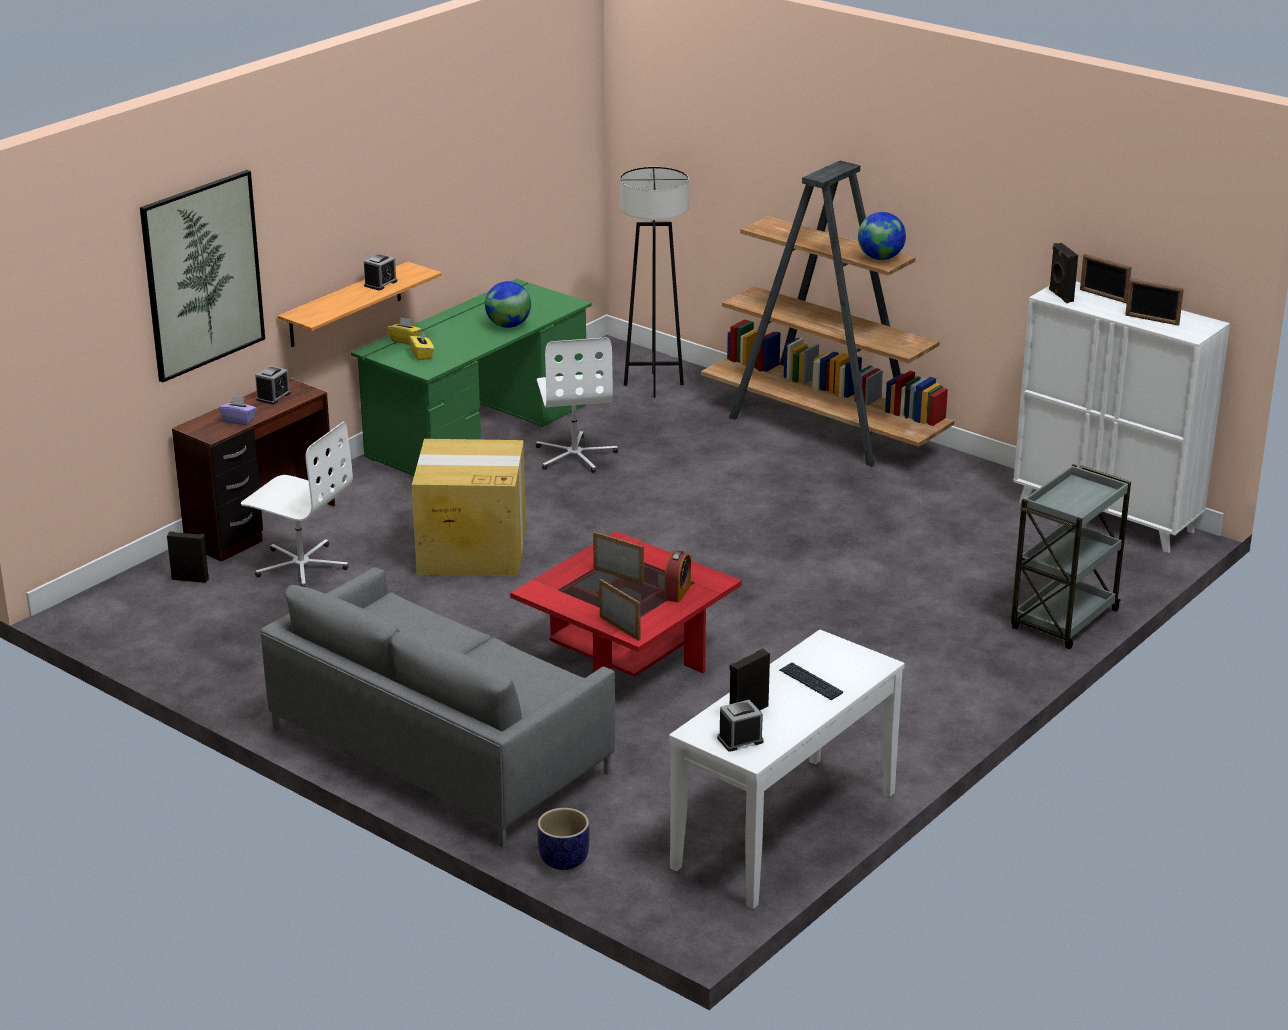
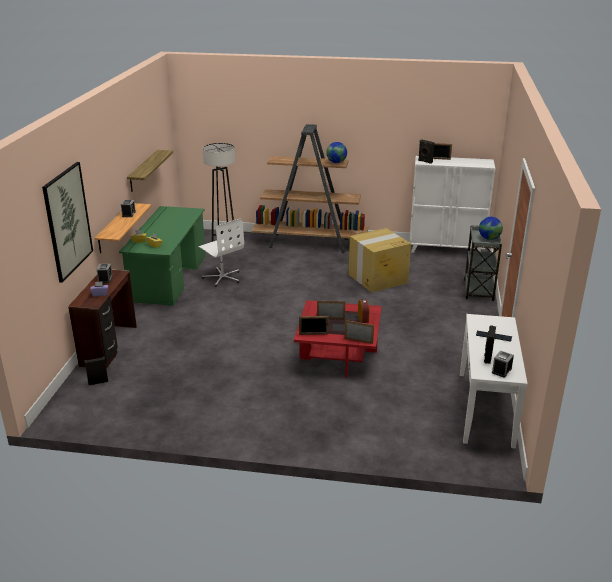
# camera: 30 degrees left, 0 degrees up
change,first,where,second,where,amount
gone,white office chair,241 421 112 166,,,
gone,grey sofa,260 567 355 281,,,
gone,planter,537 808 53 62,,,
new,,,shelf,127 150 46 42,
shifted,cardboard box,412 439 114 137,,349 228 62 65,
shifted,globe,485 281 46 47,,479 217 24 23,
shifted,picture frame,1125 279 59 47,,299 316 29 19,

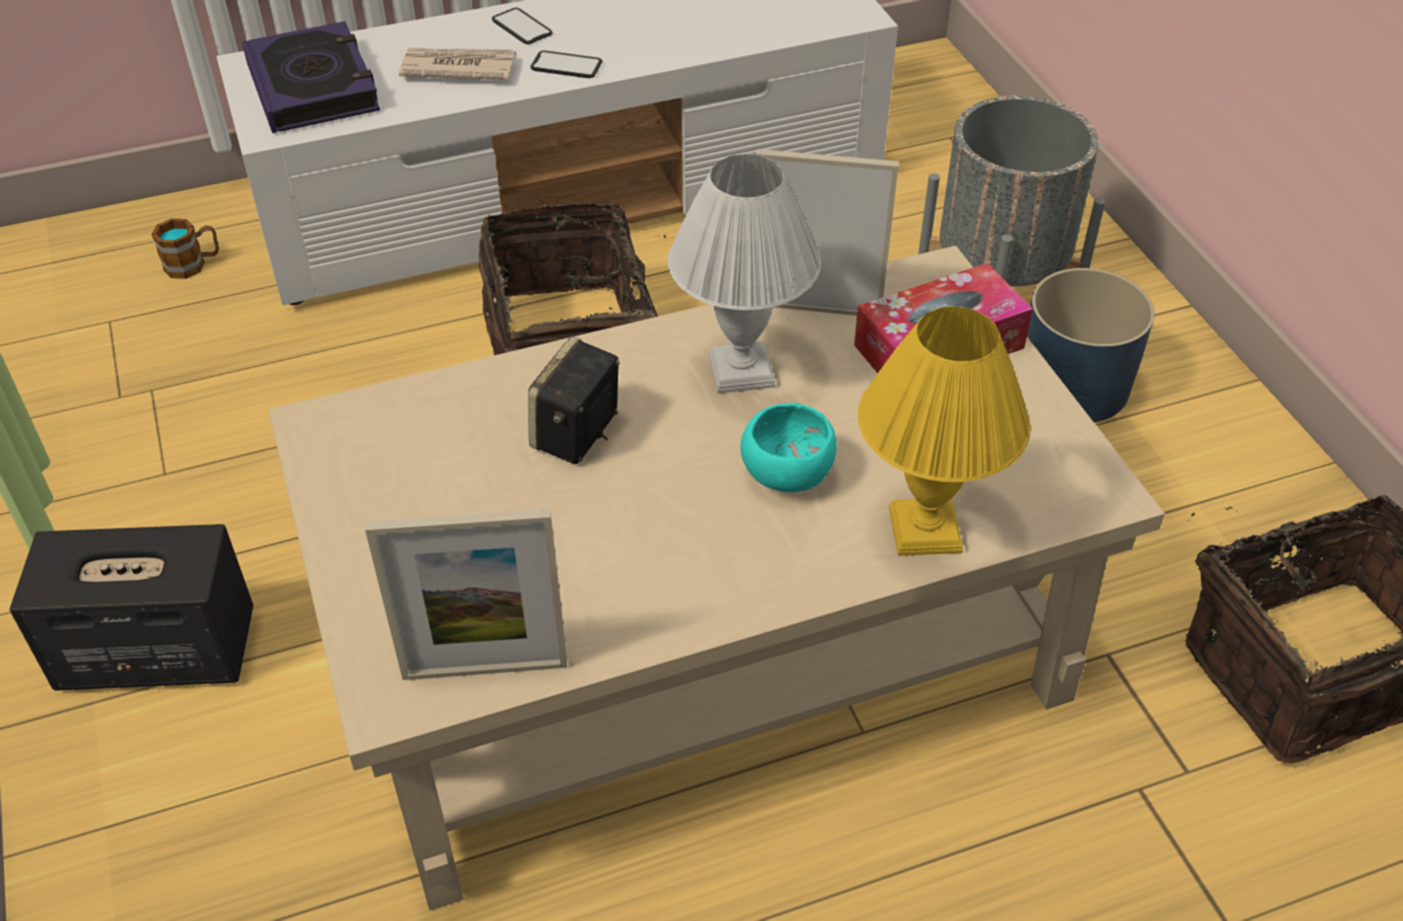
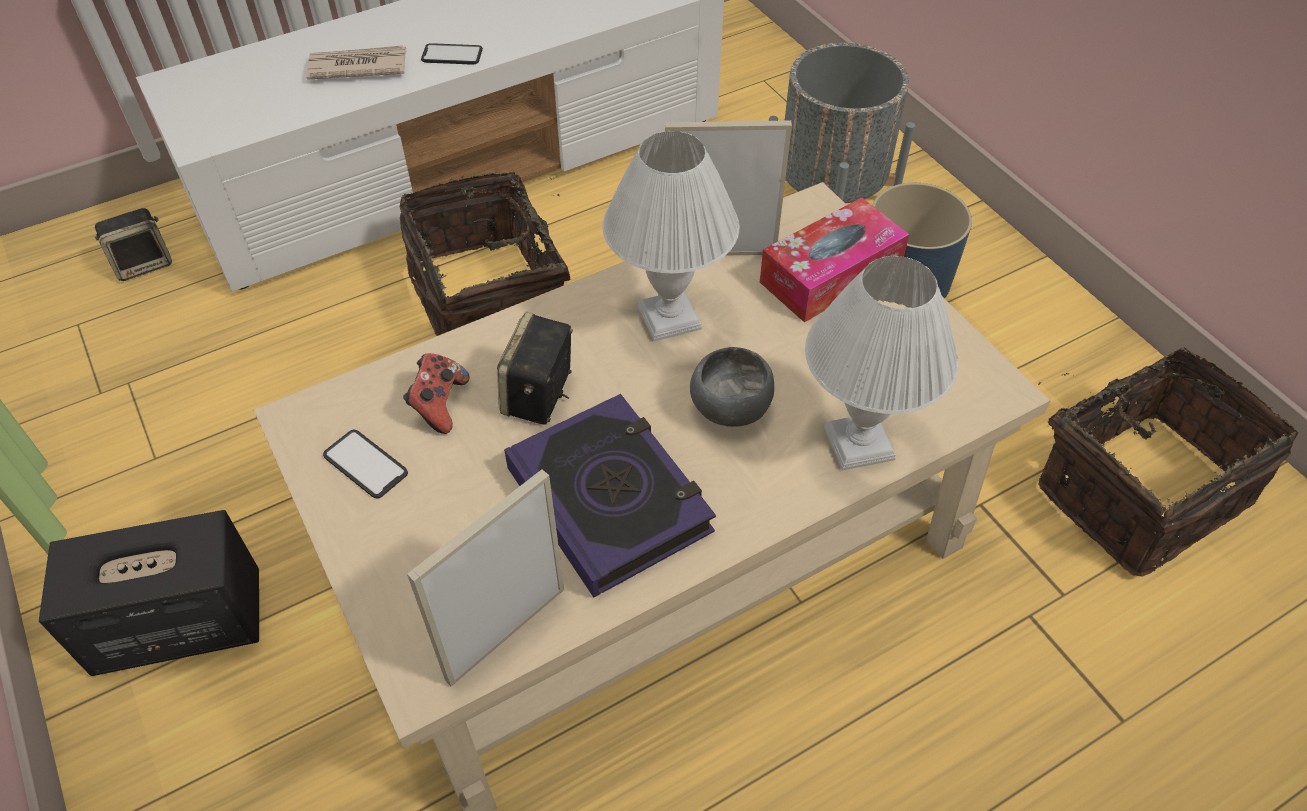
# camera: 10 degrees left, 5 degrees up
change,first,where,second,where,amount
new,,,game controller,403 353 66 81,
shifted,book,242 21 138 112,,504 394 212 203,
shifted,phone,492 8 60 36,,323 430 85 68,
swapped,mug,152 218 67 61,speaker,95 208 77 73,
repainted,turquoise bowl,740 403 97 89,grey bowl,690 347 84 80,
repainted,yellow table lamp,858 306 173 250,white table lamp,805 256 154 214,
rotated,picture frame,365 509 202 171,,407 469 157 218,150 degrees clockwise

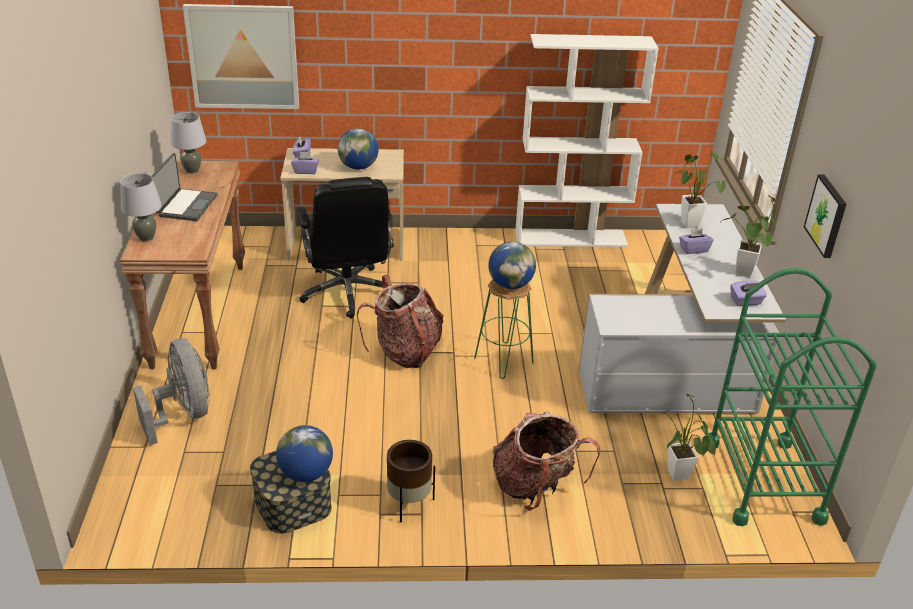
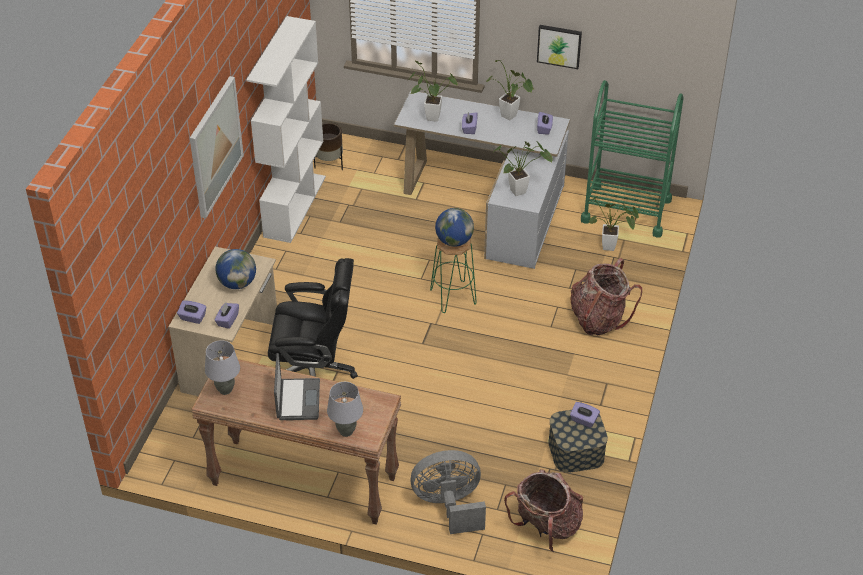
# camera: 70 degrees left, 10 degrees up
change,first,where,second,where,amount
new,,,potted plant,492 141 61 55,
shifted,picture,183 4 116 105,,190 76 54 142,
shifted,backpack,357 275 87 93,,504 470 79 83,
shifted,brown planter,387 440 48 82,,314 122 29 48,
swapped,globe,276 425 57 57,purple tissue box,570 402 30 26,
rotated,laptop,151 153 67 68,,274 353 46 67,60 degrees clockwise

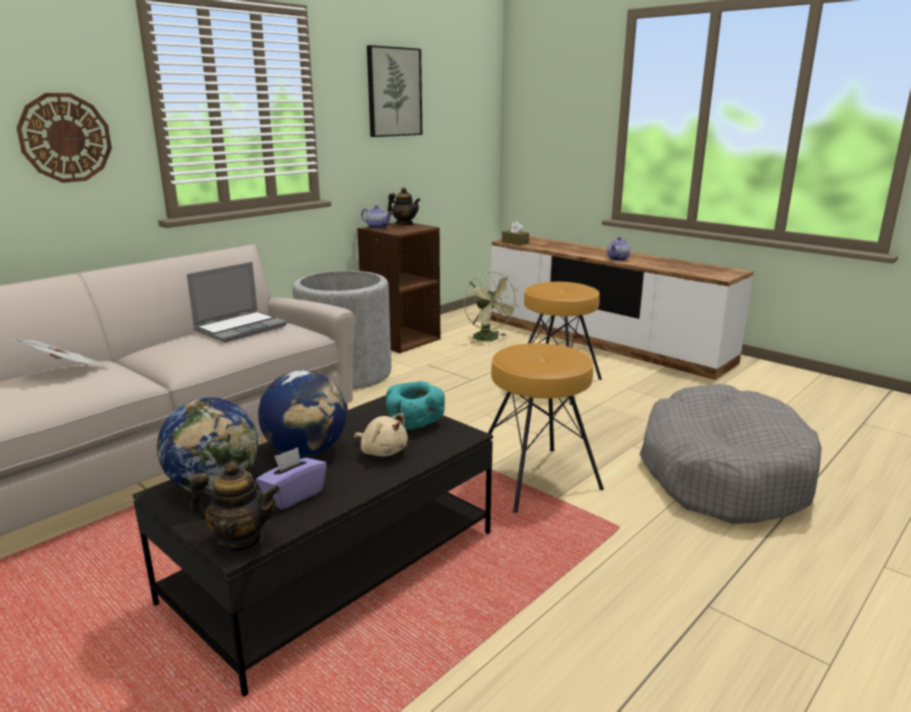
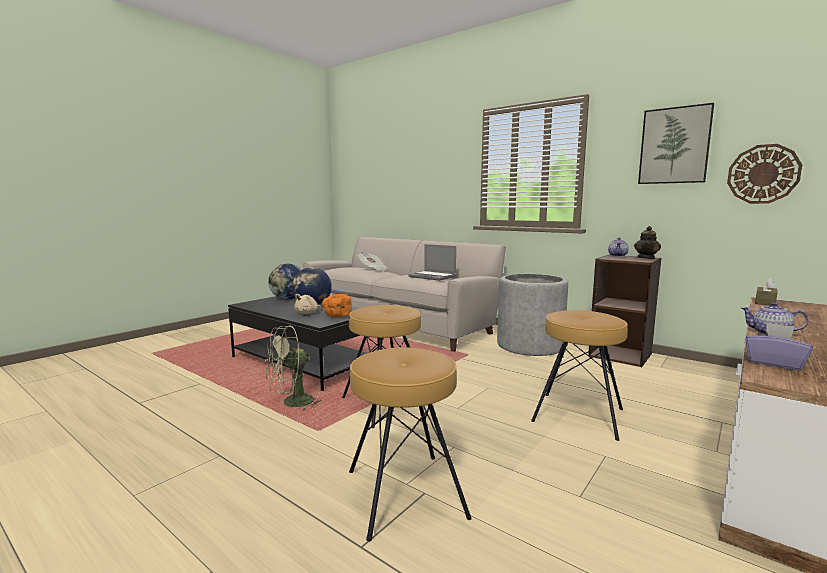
# camera: 85 degrees right, 10 degrees down
change,first,where,second,where,amount
gone,teapot,190 461 91 90,,,
shifted,wall clock,16 93 96 90,,727 144 75 60,
shifted,purple tissue box,256 447 71 63,,745 323 68 48,
shifted,green fan,464 271 56 72,,265 325 58 86,
swapped,grey dog bed,640 384 182 140,brown stool,349 347 123 195,
repainted,turquoise bowl,386 381 59 49,orange bowl,322 294 30 23,

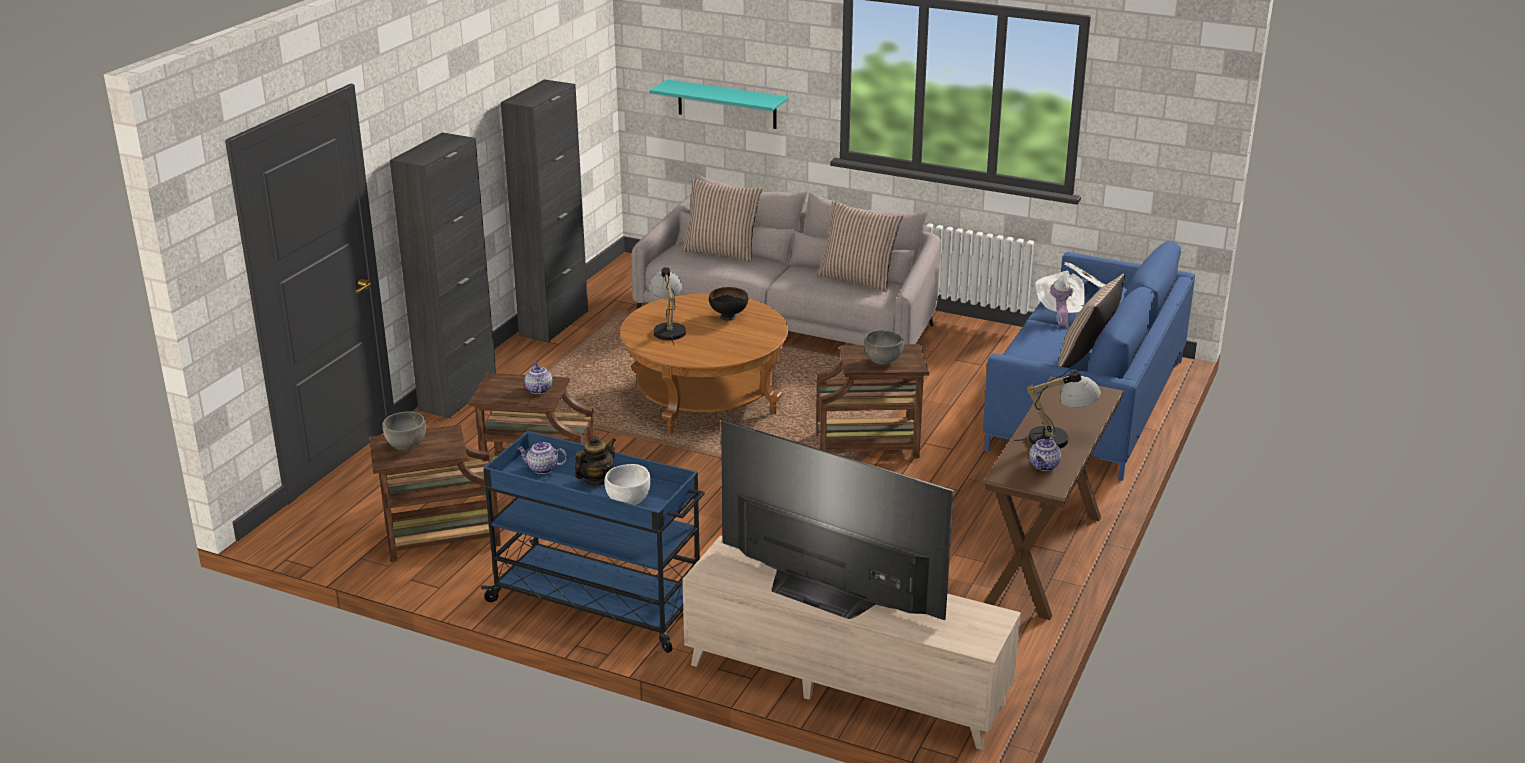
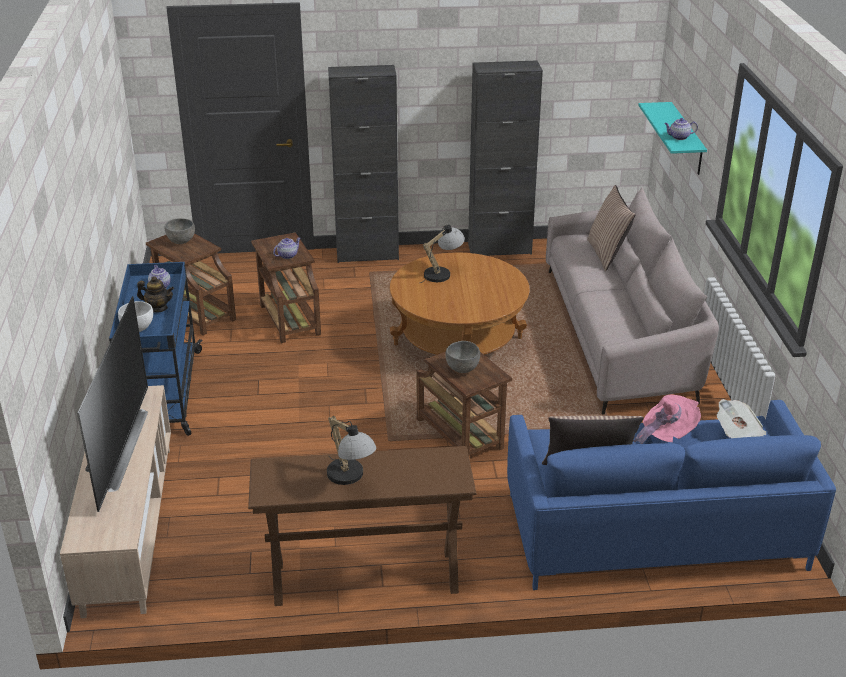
# camera: 60 degrees right, 5 degrees up
change,first,where,second,where,amount
gone,black bowl,709 287 39 34,,,
gone,pillow,817 201 86 91,,,
shifted,teapot,1029 435 32 36,,664 118 34 22,
repainted,white hat,1035 271 50 58,pink hat,634 394 67 50,

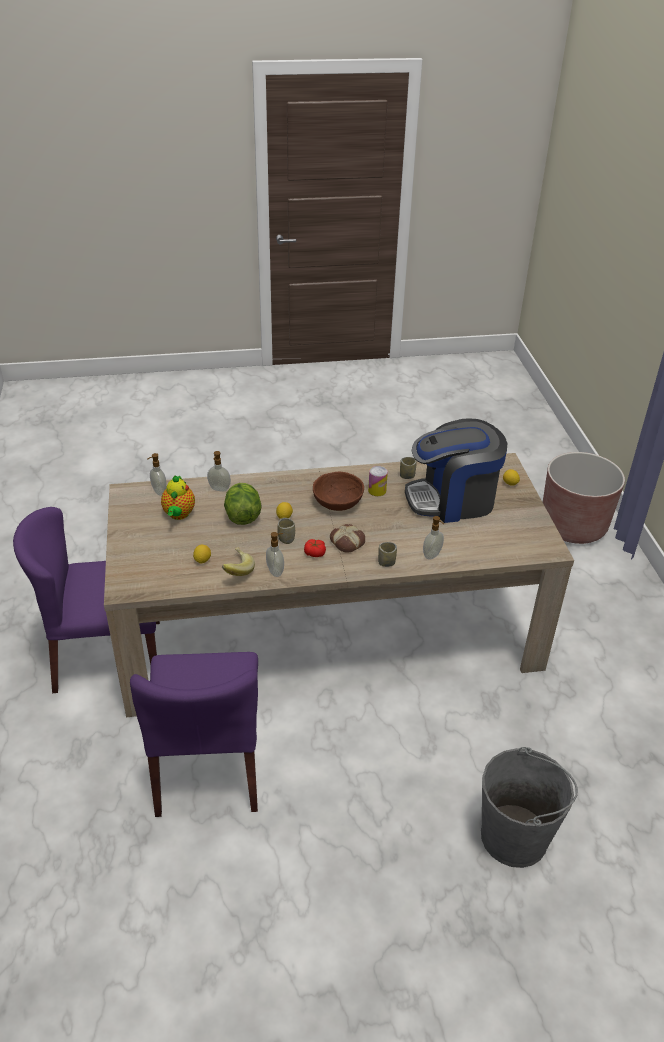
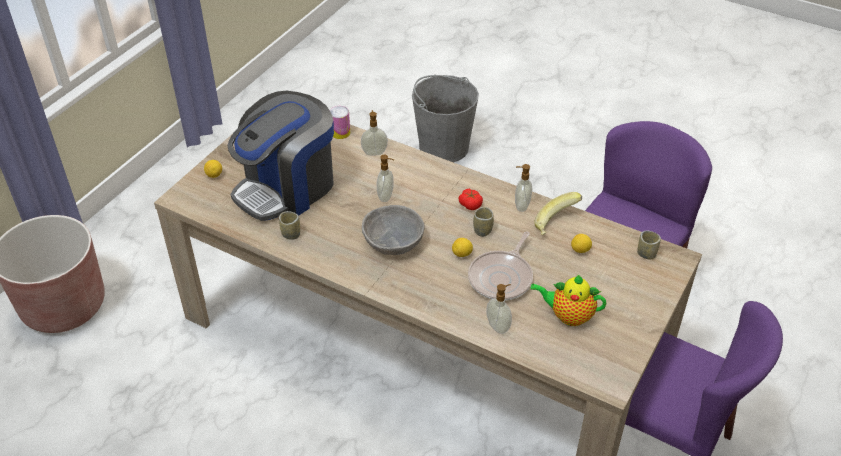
# camera: 140 degrees left, 5 degrees up
change,first,where,second,where,amount
gone,bread,330 524 35 29,,,
shifted,soap dispenser,147 453 20 42,,377 155 17 47,
shifted,can,368 466 20 30,,330 106 20 33,
shifted,cup,378 542 19 25,,637 231 24 28,
swapped,lettuce,224 483 37 42,frying pan,468 231 65 70,
repainted,brown bowl,313 472 51 39,grey bowl,362 205 63 50,
rotated,teapot,161 475 34 45,,531 275 76 51,120 degrees counterclockwise
rotated,coffee machine,405 418 102 105,,227 91 107 130,105 degrees clockwise

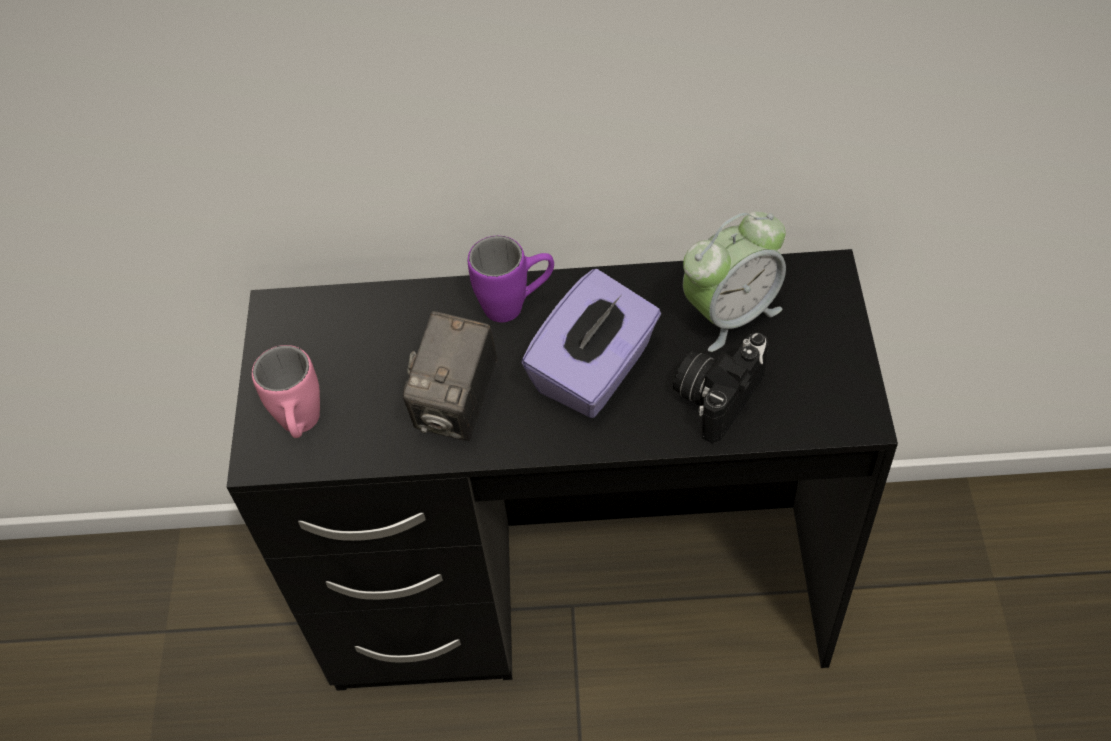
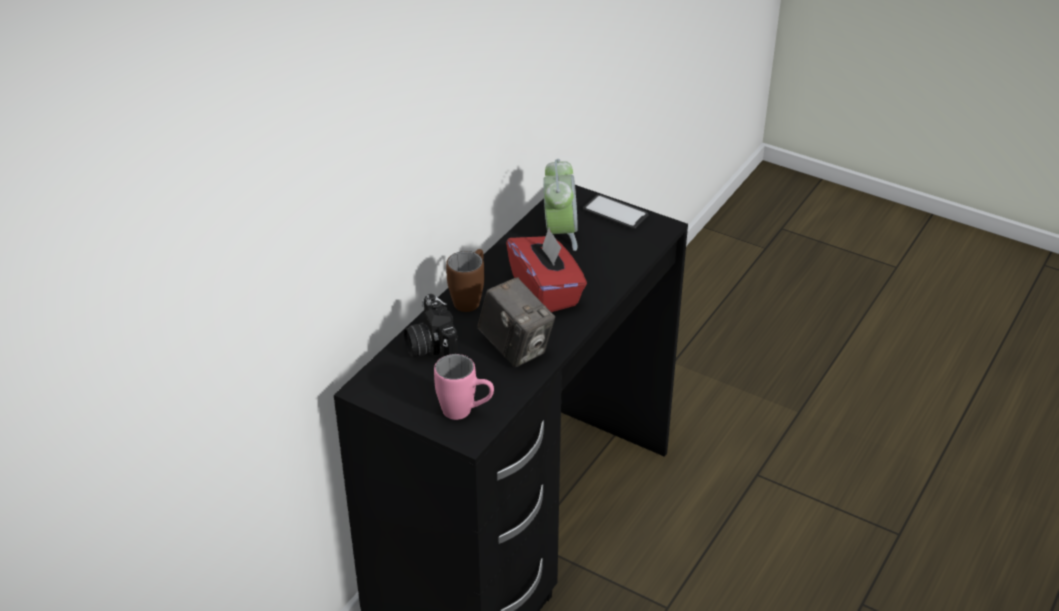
# camera: 60 degrees left, 15 degrees down
change,first,where,second,where,amount
new,,,phone,583 194 65 35,
shifted,photo camera,673 332 95 111,,404 294 54 63,
repainted,purple mug,468 236 86 86,brown mug,446 249 38 63,
repainted,purple tissue box,521 269 140 149,red tissue box,506 228 81 84,

